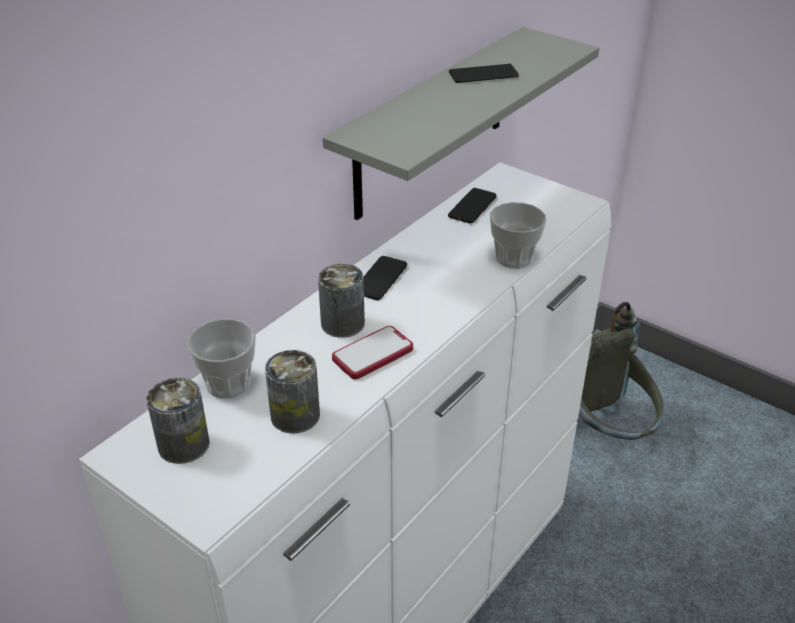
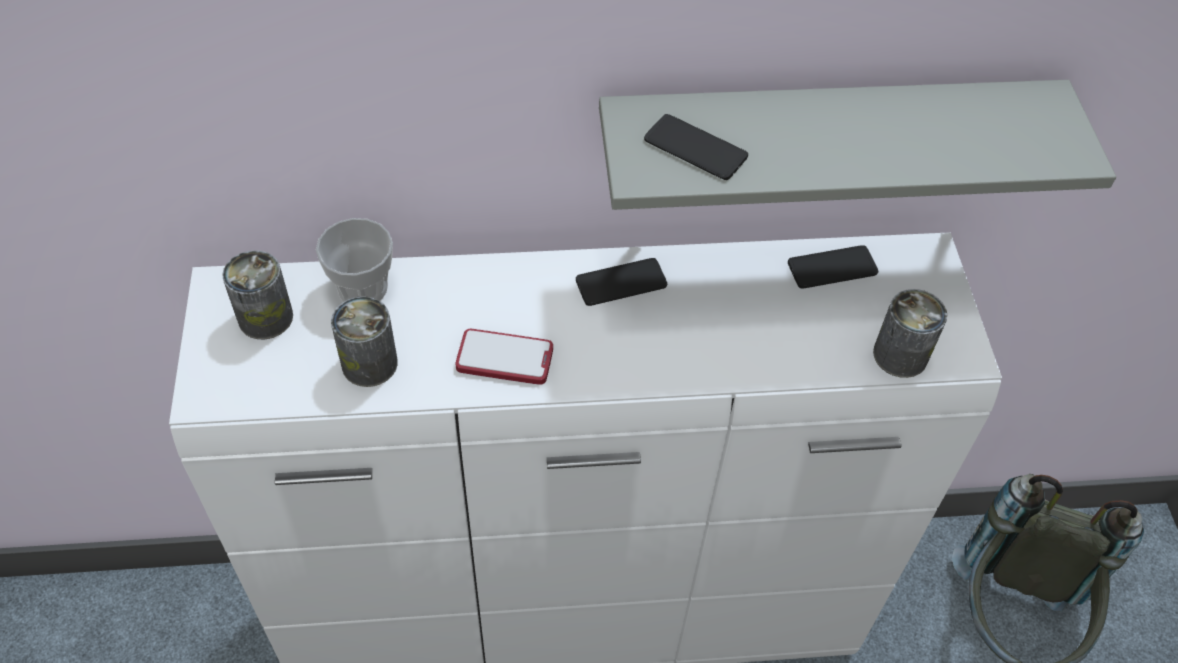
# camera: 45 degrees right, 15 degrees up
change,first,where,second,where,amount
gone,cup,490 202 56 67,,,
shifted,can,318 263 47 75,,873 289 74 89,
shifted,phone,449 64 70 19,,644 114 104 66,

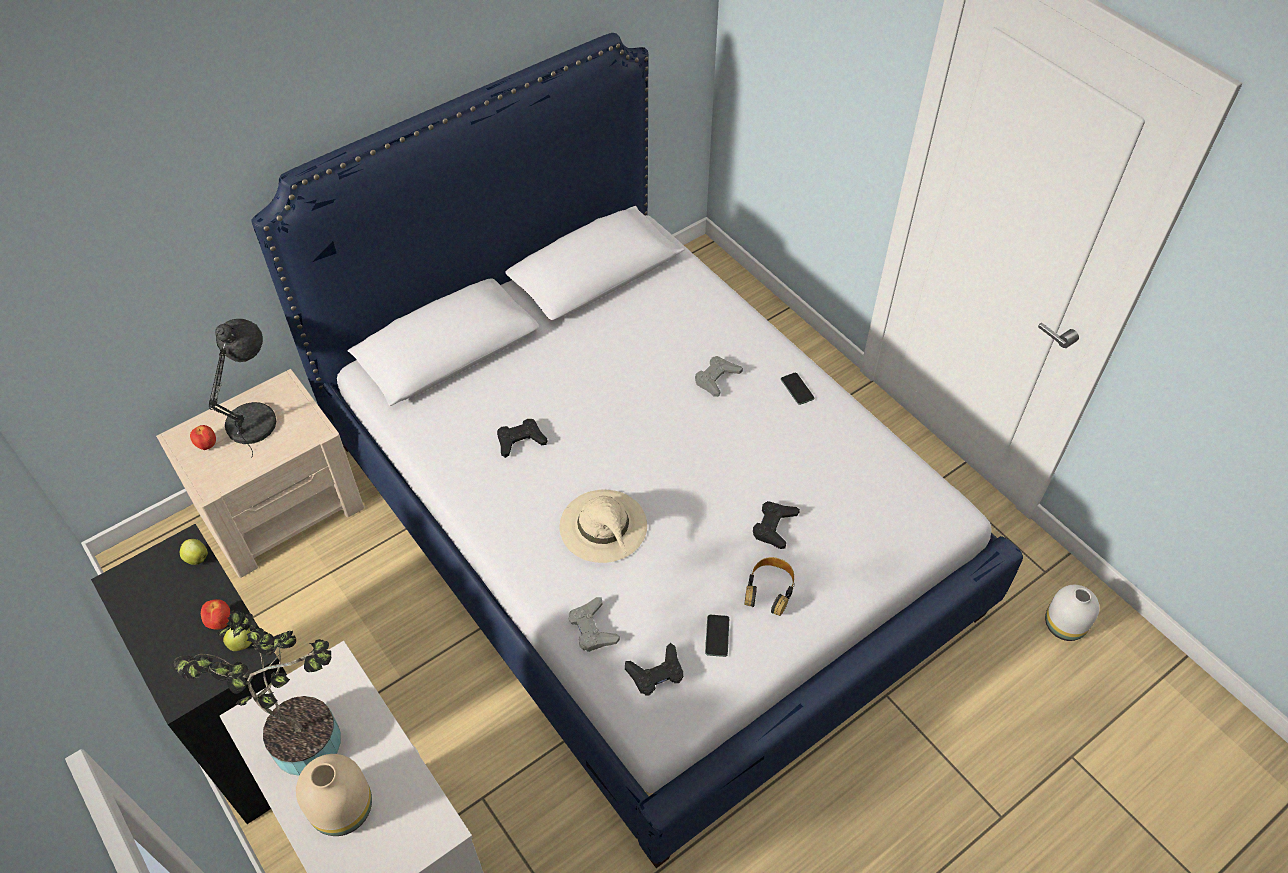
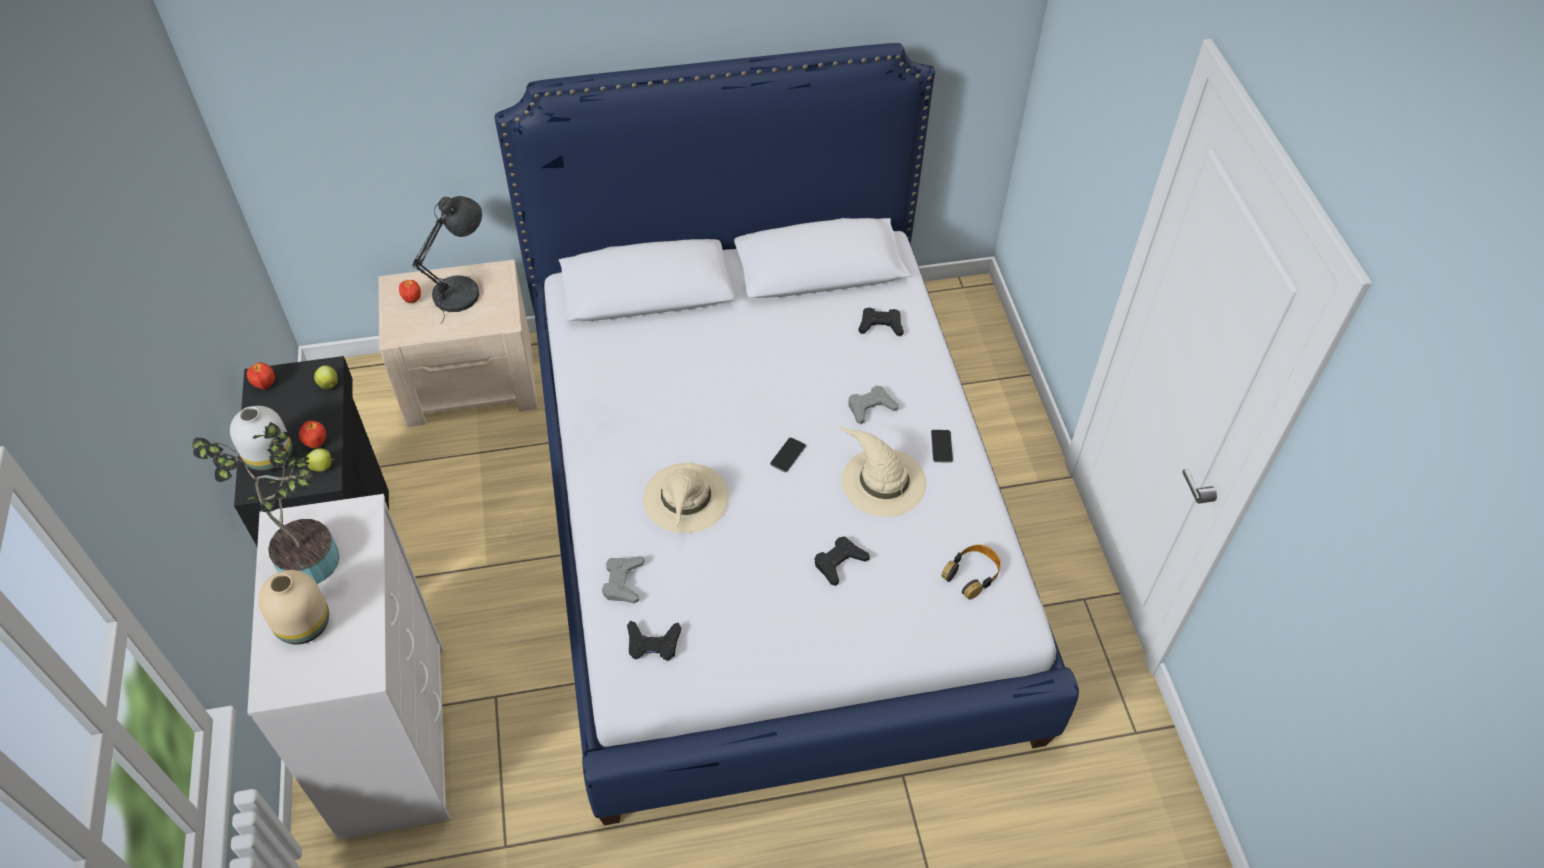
# camera: 25 degrees right, 0 degrees up
change,first,where,second,where,amount
new,,,apple,247 362 28 27,
new,,,beige hat,839 425 87 92,
shifted,black game controller,497 419 50 39,,858 308 46 28,
shifted,phone,705 615 24 42,,770 437 36 35,
shifted,headphones,744 557 51 59,,941 544 60 56,
shifted,white vase,1045 585 54 56,,230 406 62 66,

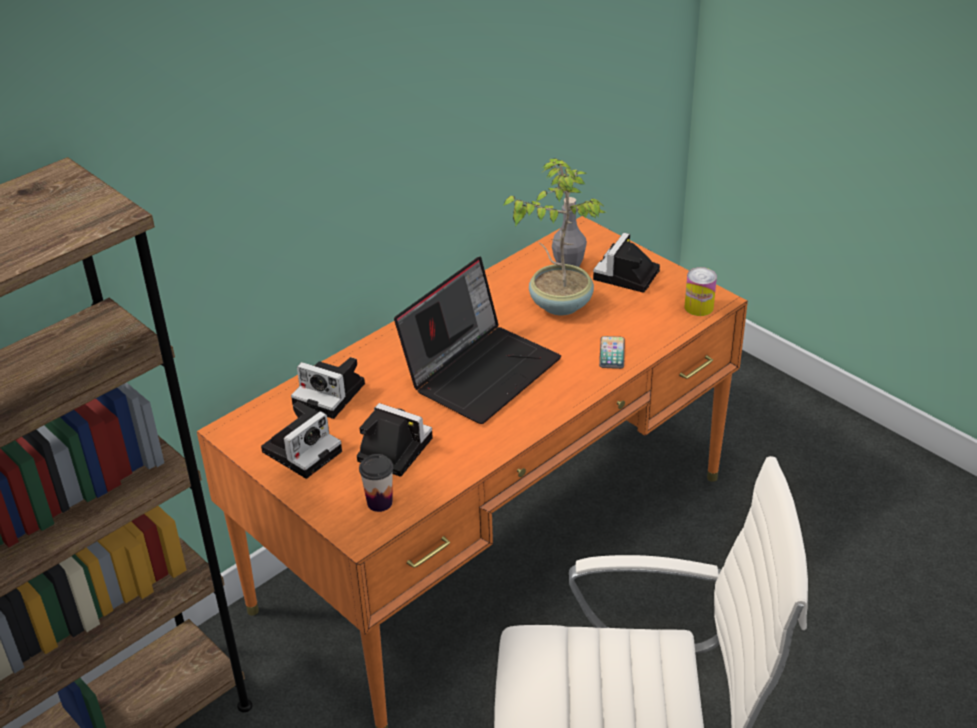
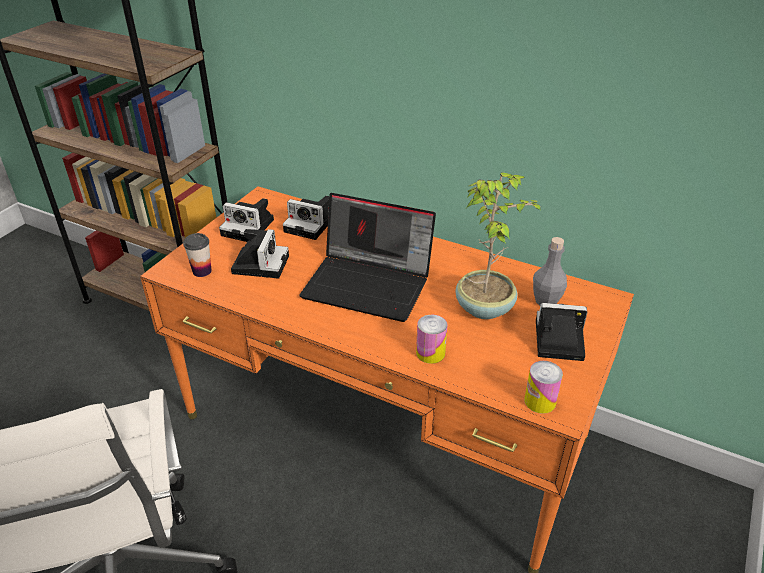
# camera: 70 degrees right, 0 degrees up
change,first,where,second,where,amount
swapped,phone,599 336 26 33,can,416 315 32 49,
rotated,photo camera,291 357 74 62,,283 196 46 44,75 degrees counterclockwise

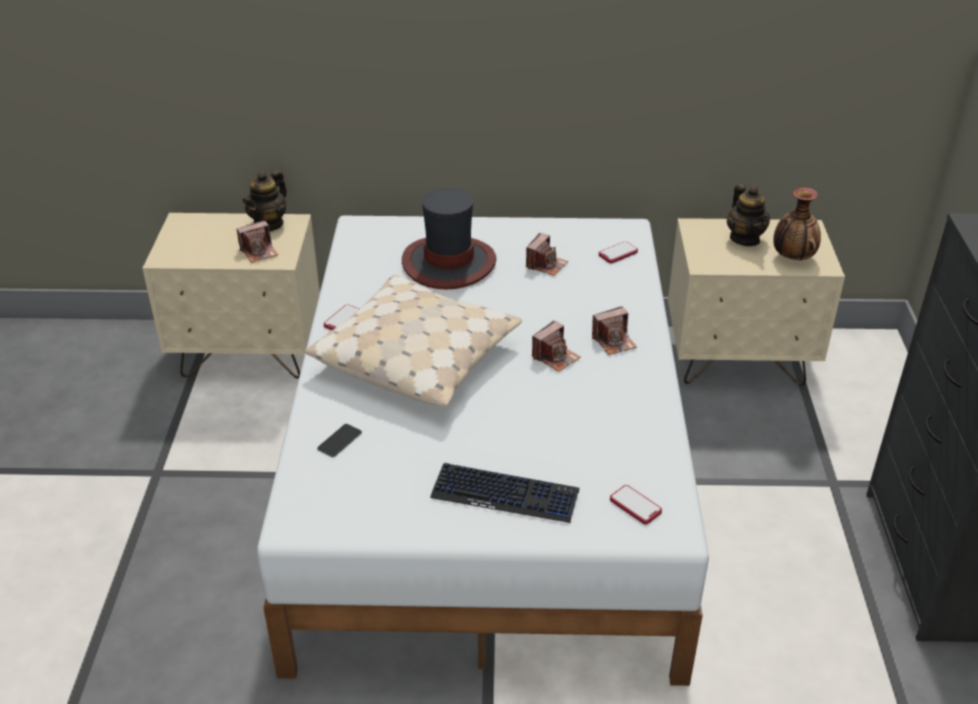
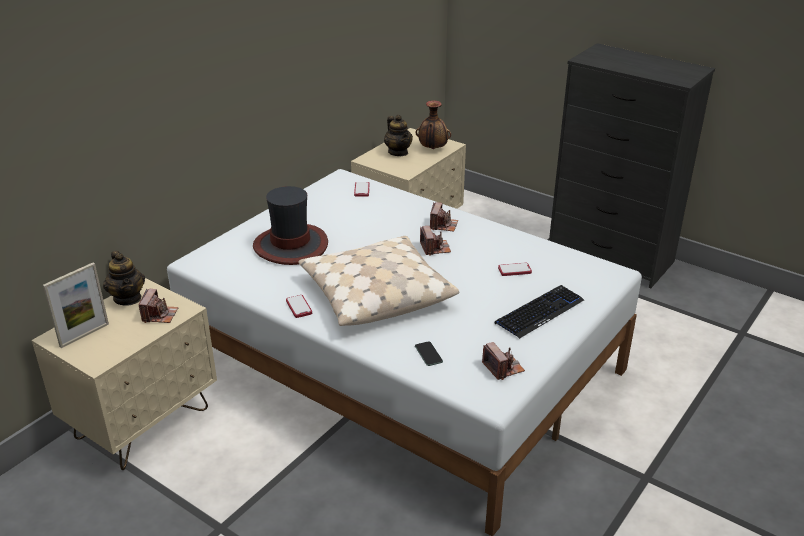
# camera: 55 degrees left, 5 degrees down
change,first,where,second,where,amount
new,,,picture frame,43 263 66 85,
shifted,photo camera,526 233 42 43,,482 342 43 38,
shifted,phone,610 485 52 40,,498 263 34 13,
rotated,teapot,727 184 43 62,,384 115 29 41,45 degrees clockwise

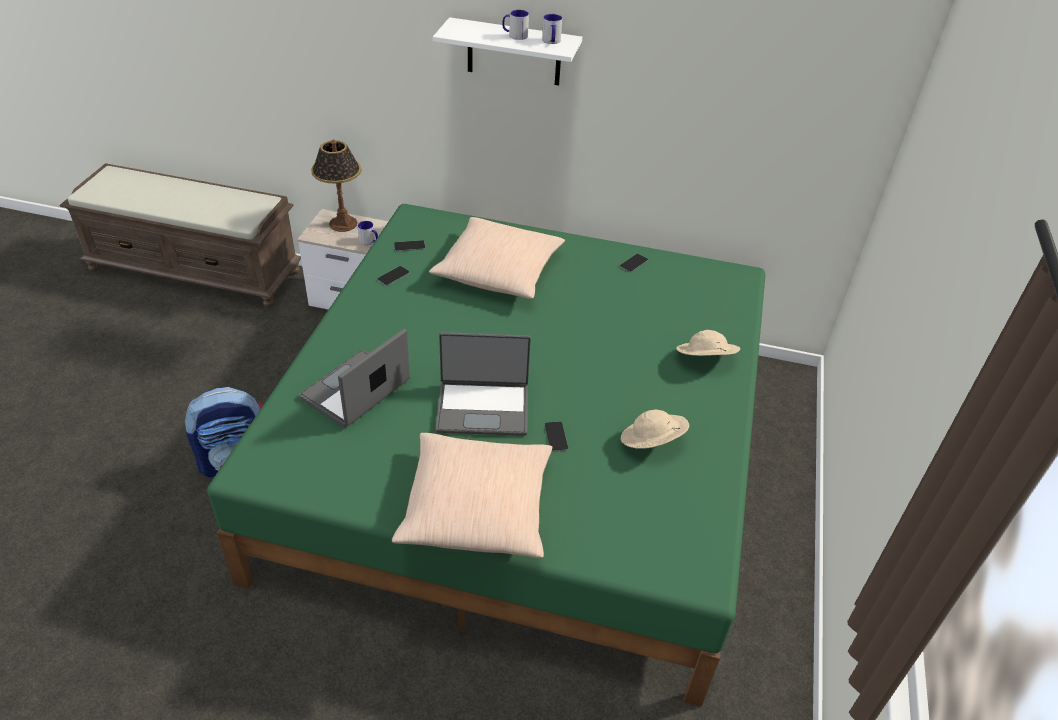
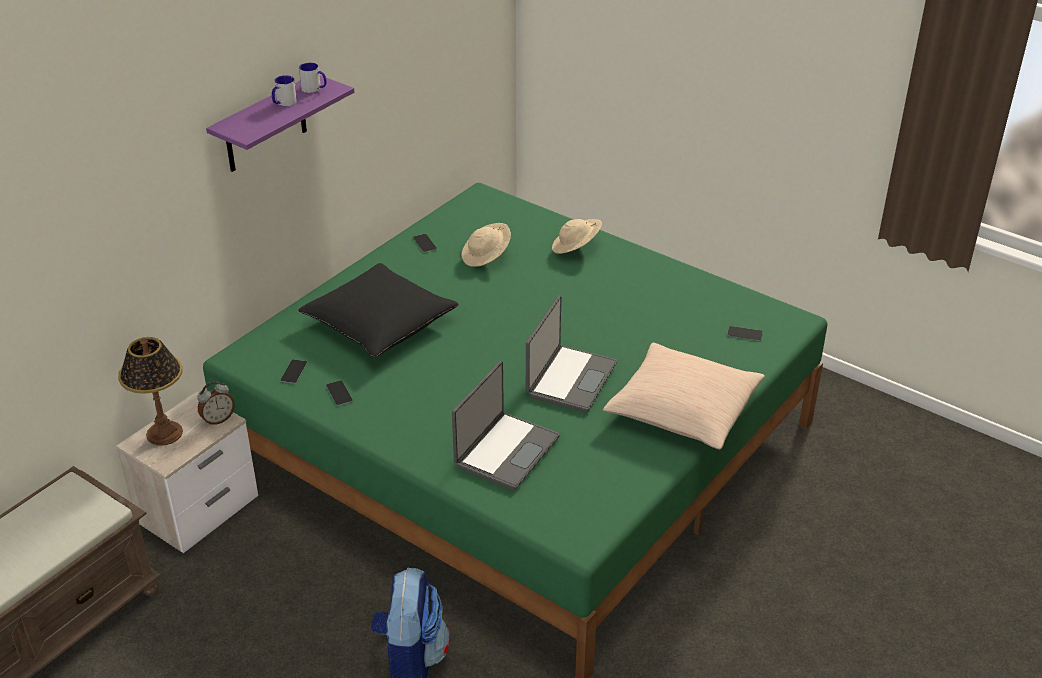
# camera: 65 degrees left, 5 degrees down
change,first,where,second,where,amount
shifted,phone,544 421 24 31,,727 326 36 15,
shifted,beige hat,621 410 68 39,,462 223 49 44,
swapped,mug,358 221 20 24,alarm clock,197 381 38 45,
repainted,beige pillow,429 217 136 82,black pillow,298 263 161 94,
repainted,white shelf,433 17 149 69,purple shelf,206 75 148 97,
rotated,laptop,299 329 111 99,,452 361 108 130,120 degrees counterclockwise

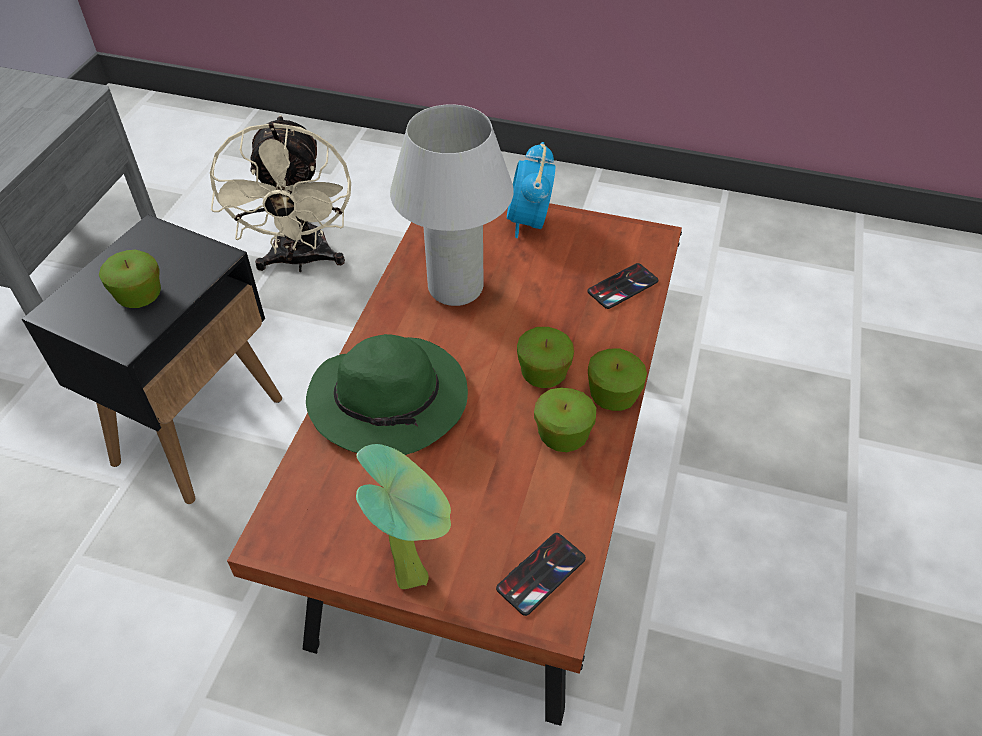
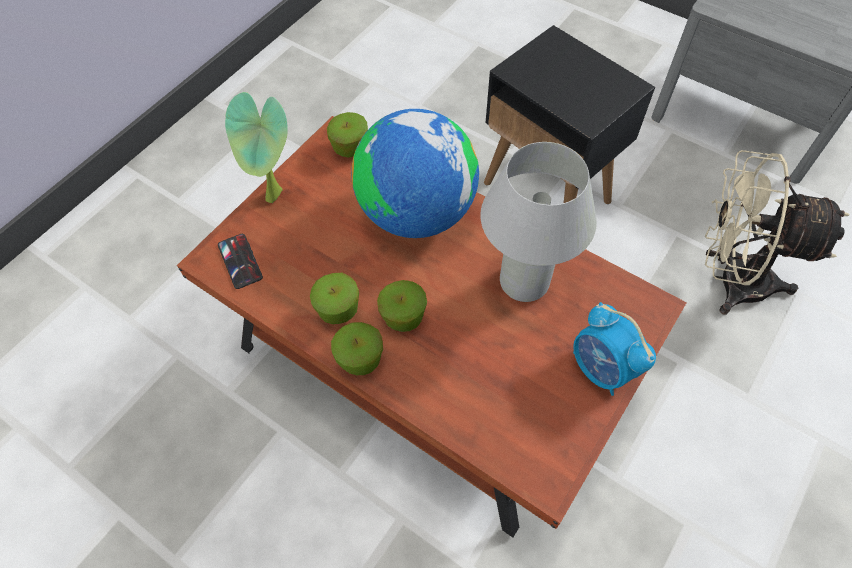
# camera: 110 degrees right, 10 degrees up
change,first,where,second,where,amount
gone,phone,587 263 71 46,,,
shifted,apple,99 249 62 59,,327 112 41 45,
swapped,green hat,306 334 162 121,globe,351 109 128 129,
rotated,alarm clock,507 142 48 96,,573 302 83 94,150 degrees counterclockwise

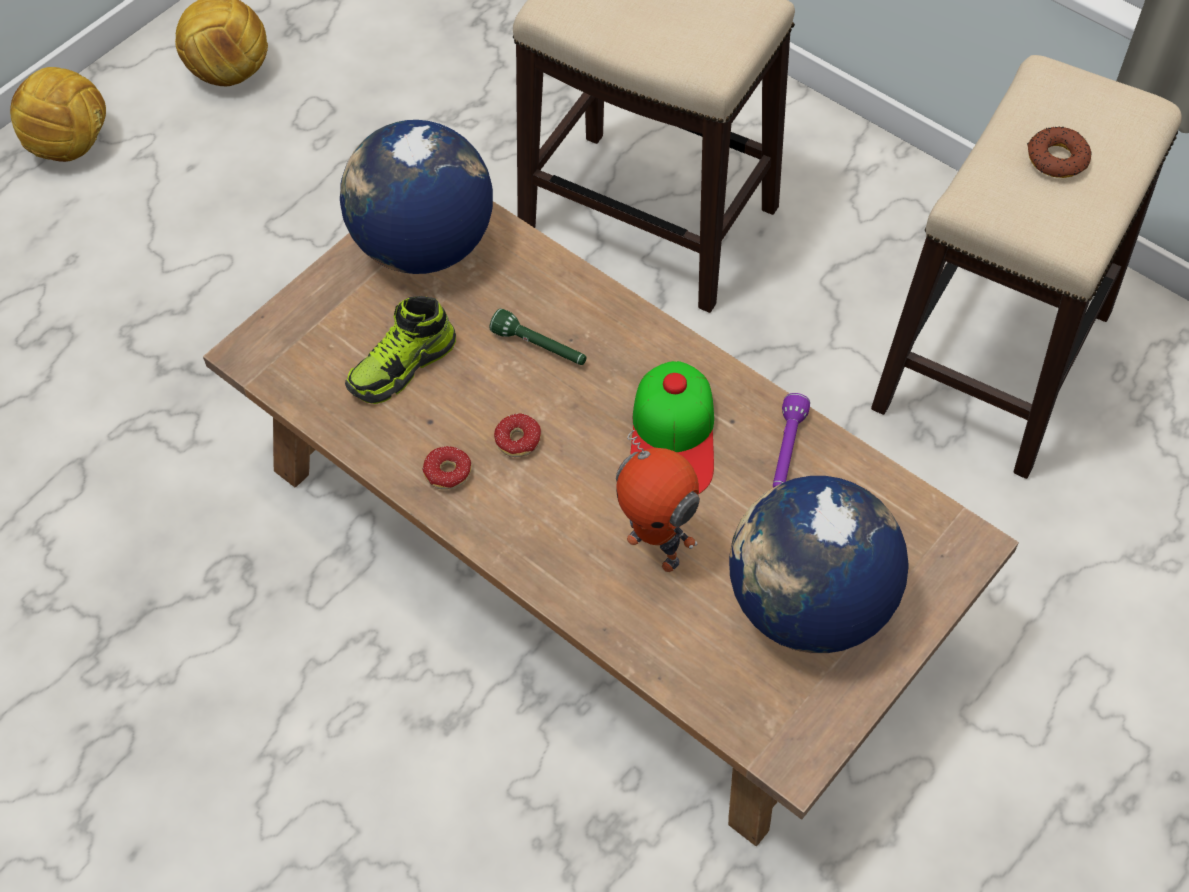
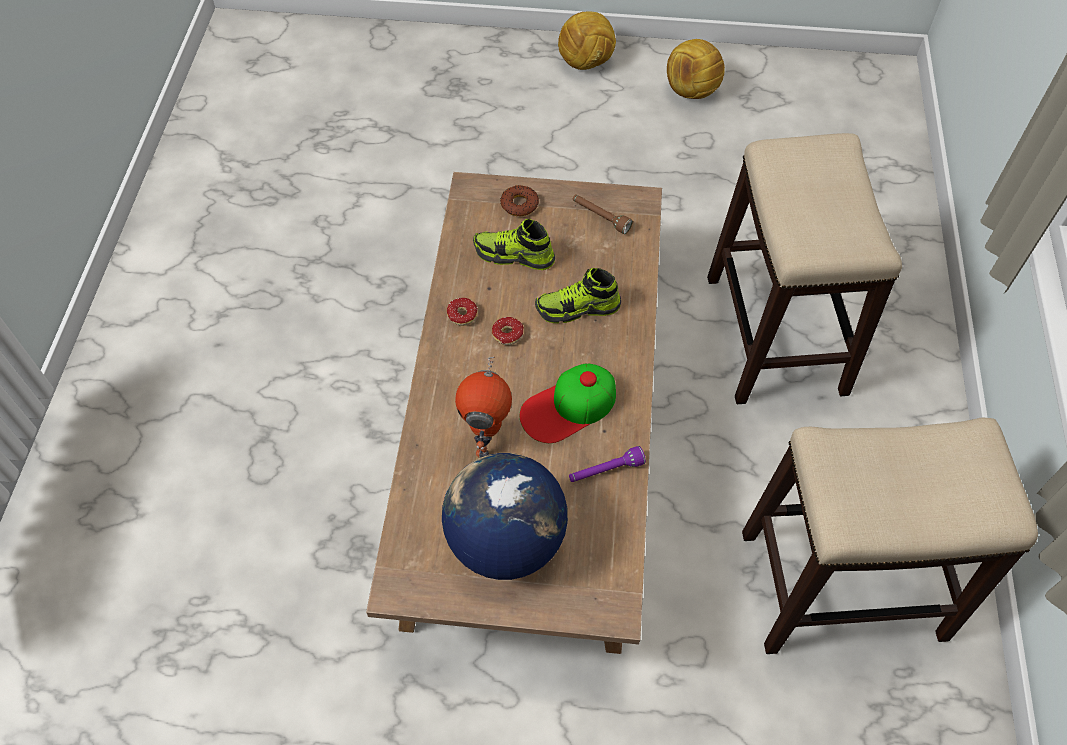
# camera: 55 degrees right, 0 degrees up
change,first,where,second,where,amount
shifted,donut,1027 126 65 52,,500 185 39 31,
swapped,globe,340 120 153 154,brown flashlight,573 195 60 39,
swapped,green flashlight,490 308 97 57,shoe,535 268 86 55,

